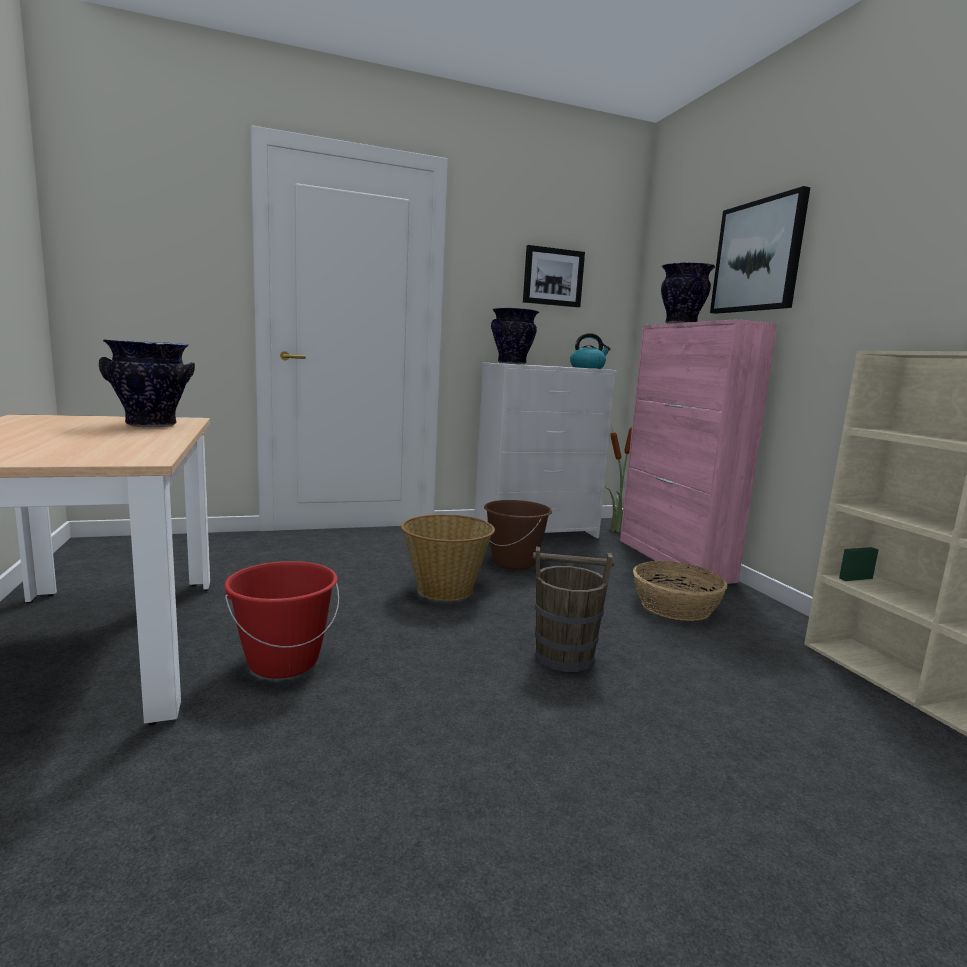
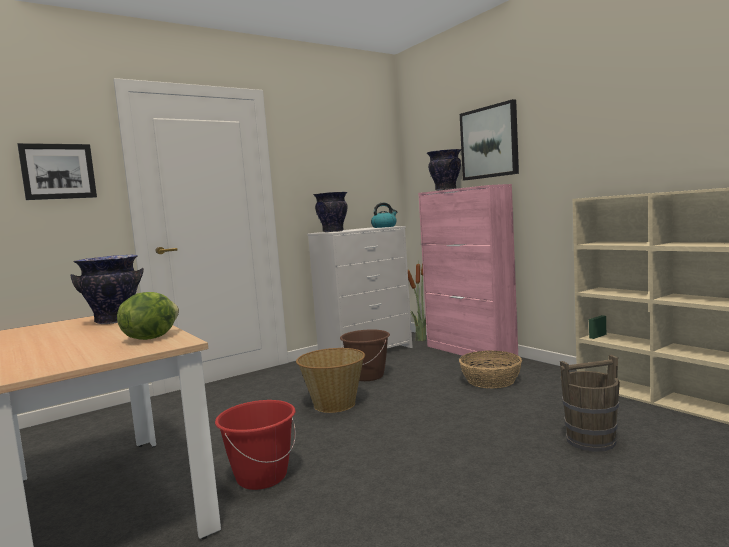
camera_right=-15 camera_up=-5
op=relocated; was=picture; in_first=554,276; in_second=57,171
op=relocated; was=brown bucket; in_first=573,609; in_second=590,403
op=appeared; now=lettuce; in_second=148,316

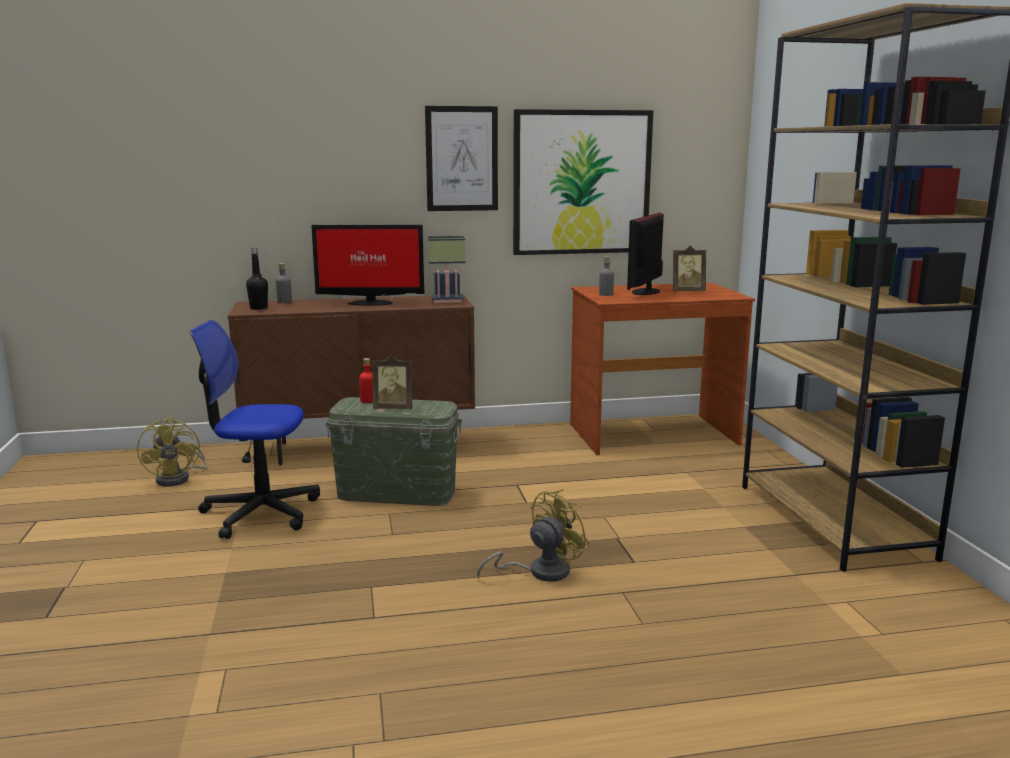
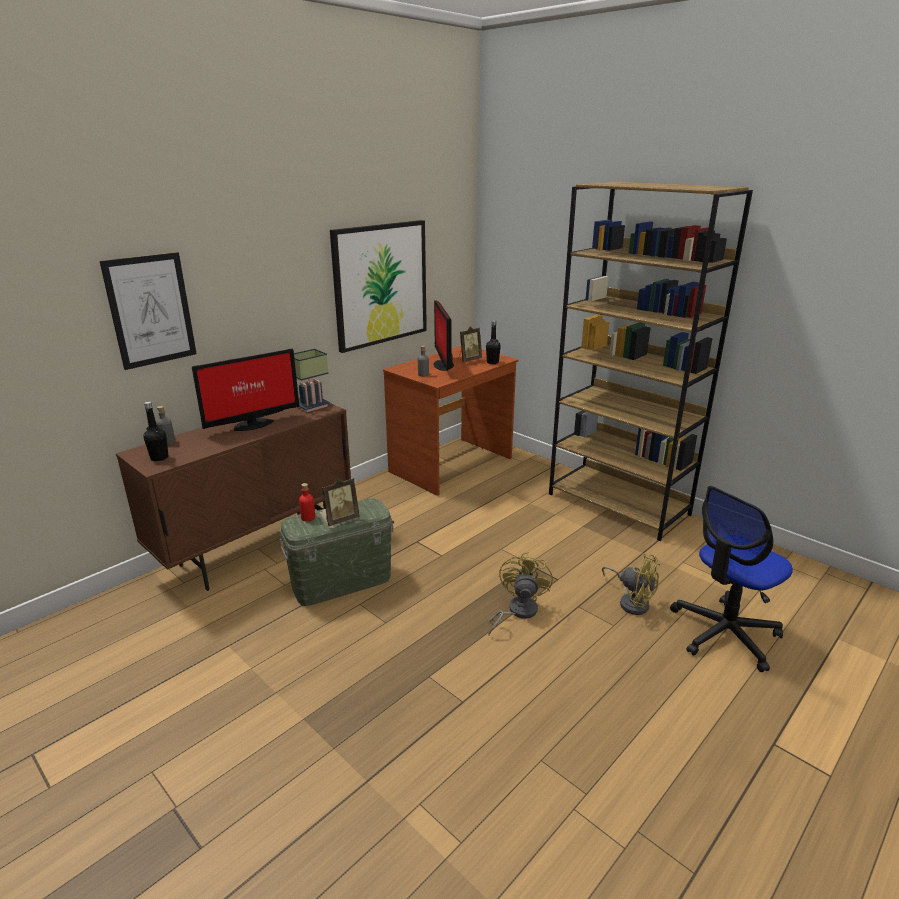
camera_right=-35 camera_up=10
op=relocated; was=yellow fan; in_first=172,452; in_second=631,584
op=relocated; was=office chair; in_first=255,429; in_second=731,579
op=relocated; was=picture; in_first=461,158; in_second=148,311
op=appeared; now=black bottle; in_second=493,342

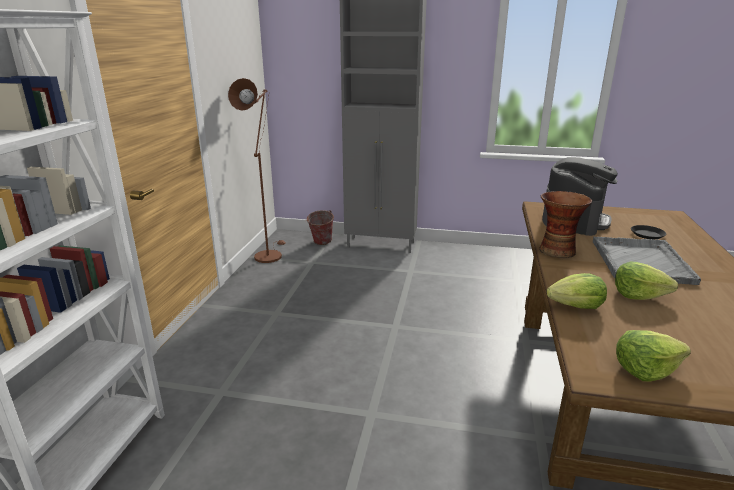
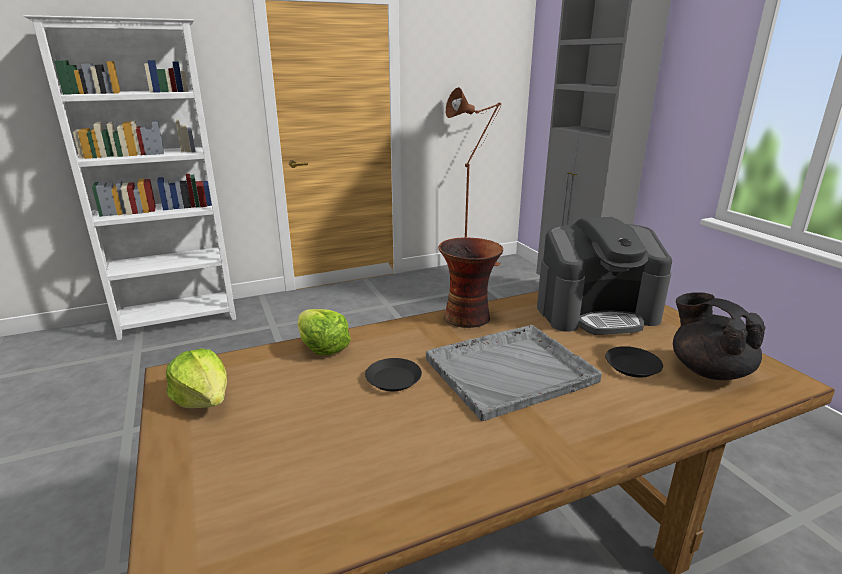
camera_right=55 camera_up=0
op=missing; was=bucket; in_first=319,227
op=exchanged; was=lettuce; now=black plate; in_first=646,280; in_second=393,374
op=appeared; now=black teapot; in_second=719,336

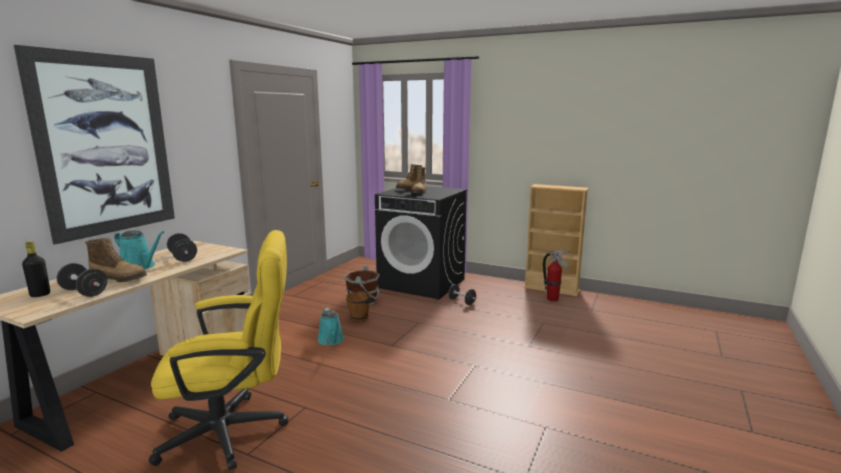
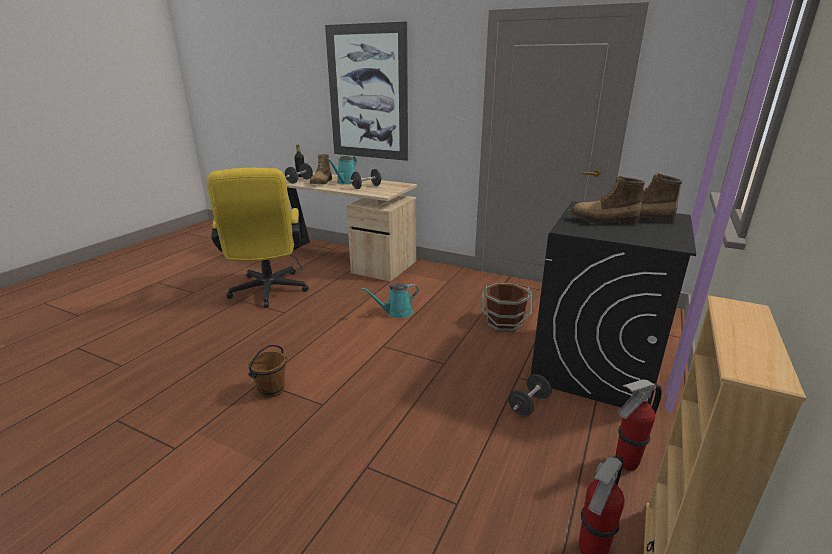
camera_right=90 camera_up=10
op=relocated; was=brown bucket; in_first=358,303; in_second=267,371
op=appeared; now=fire extinguisher; in_second=639,425

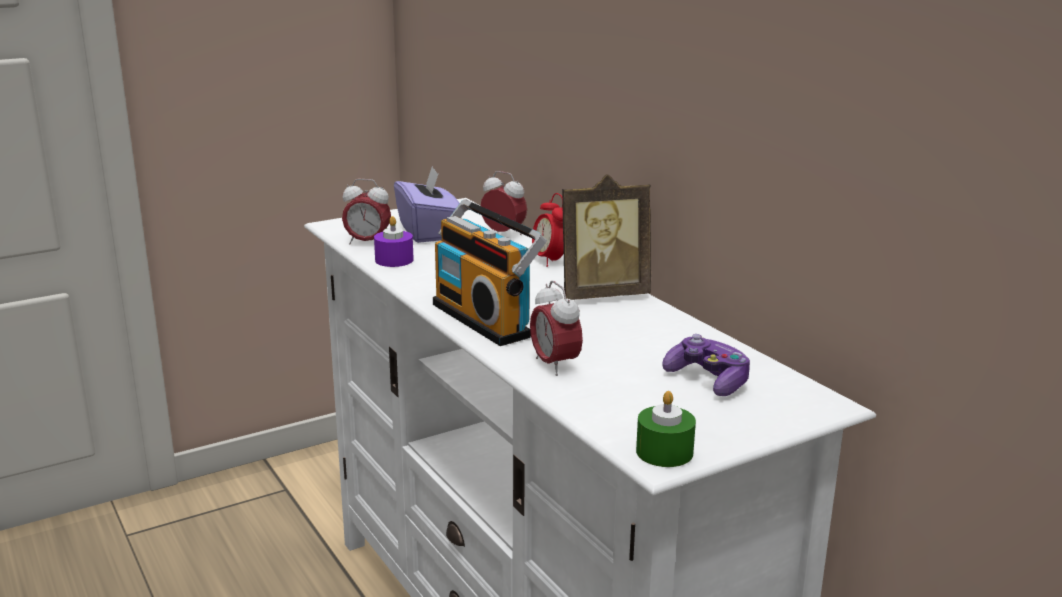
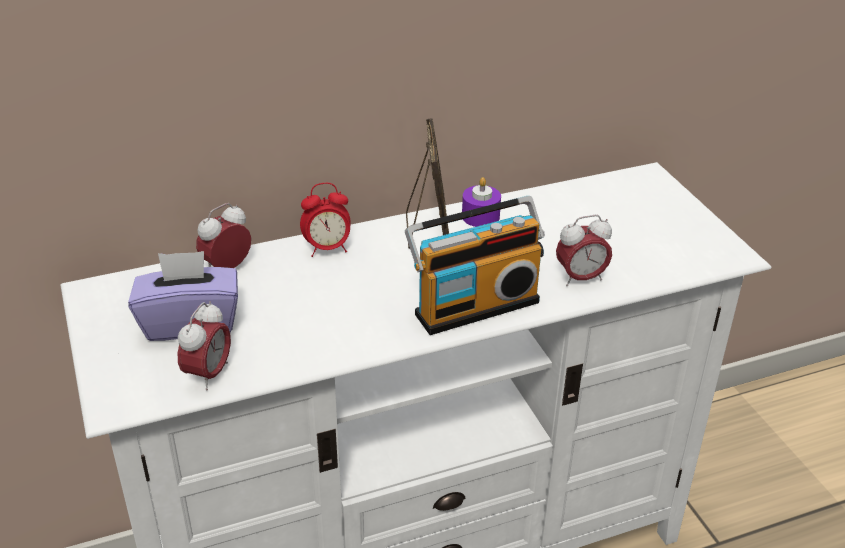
camera_right=-80 camera_up=15
op=relocated; was=purple candle; in_first=394,241; in_second=481,202
op=missing; was=green candle; in_first=666,429
op=missing; was=game controller; in_first=706,365

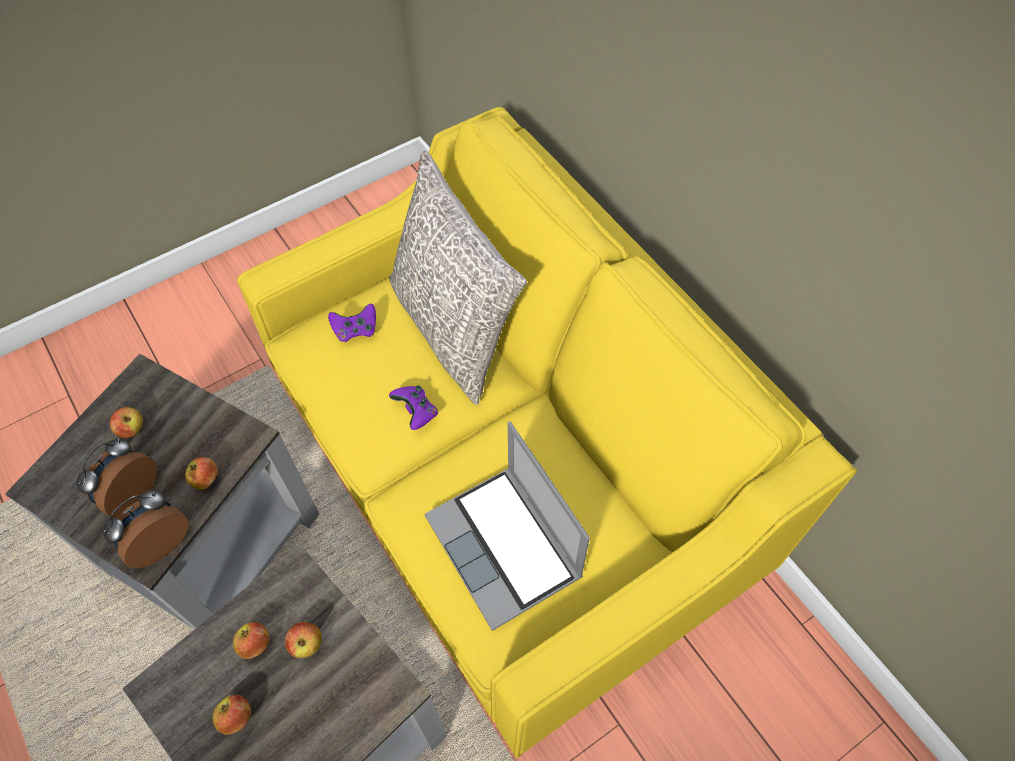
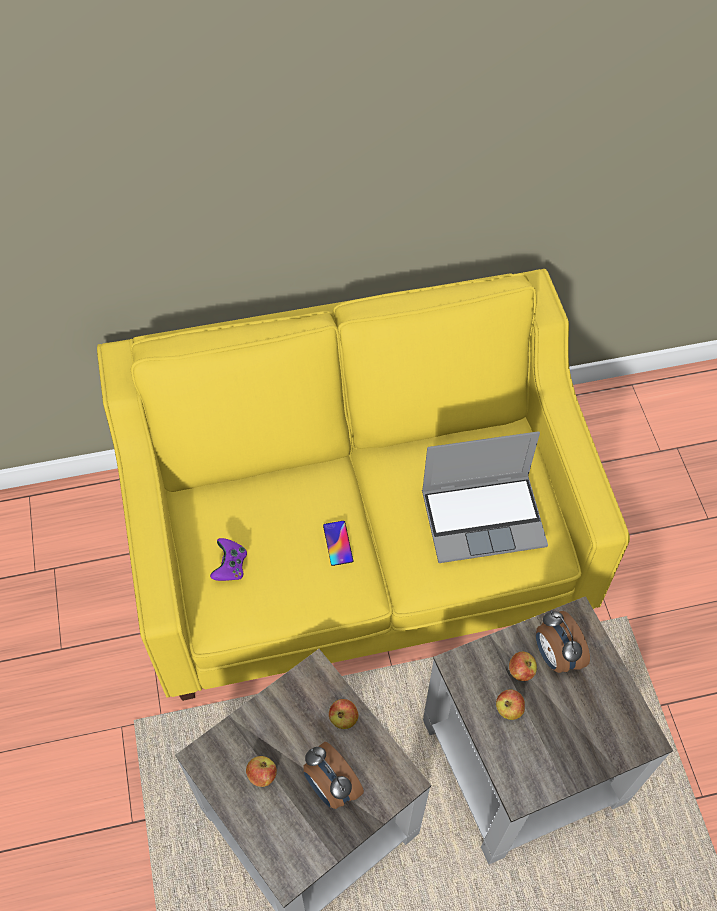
camera_right=-70 camera_up=0
op=relocated; was=alarm clock; in_first=145,529; in_second=563,642
op=missing; was=apple; in_first=231,715
op=missing; was=grey pillow; in_first=458,278
op=exchanged; was=purple game controller; now=phone; in_first=413,407; in_second=338,543

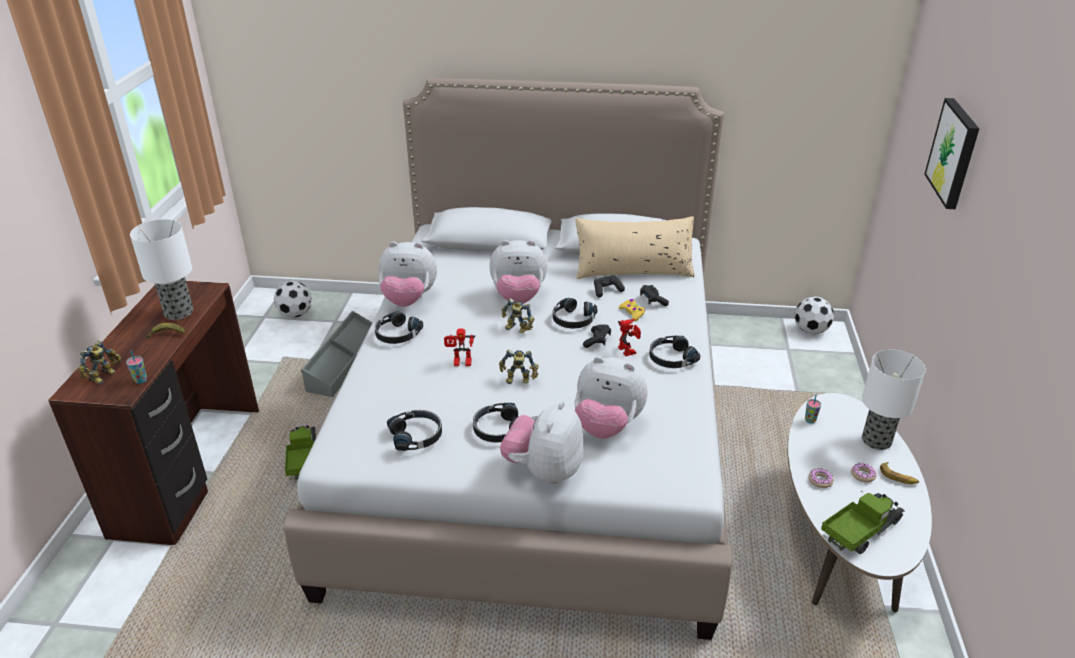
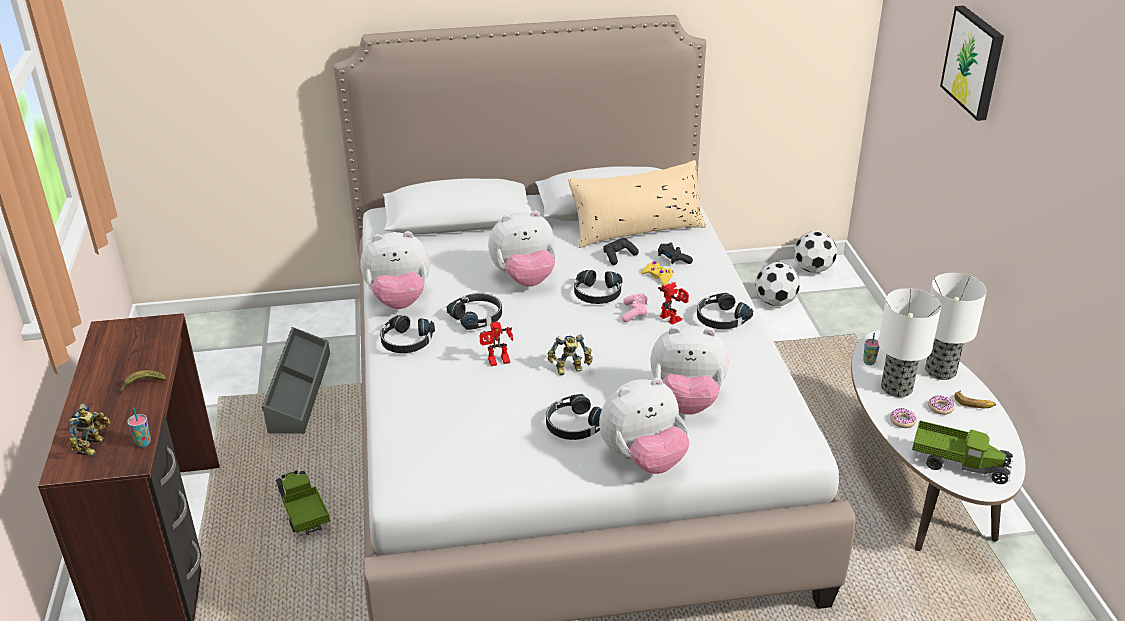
camera_right=-15 camera_up=0
op=relocated; was=table lamp; in_first=161,269; in_second=909,342
op=relocated; was=football; in_first=293,299; in_second=777,284
op=relocated; was=black headphones; in_first=414,430; in_second=474,311
op=spun; was=plush toy; in_first=541,442; in_second=644,426; clockwise=-120
op=missing; was=toy robot; in_first=518,315
op=colour; was=black game controller; now=pink game controller; in_first=597,336; in_second=635,308
op=spun; was=toy truck; in_first=863,522; in_second=962,452; clockwise=75

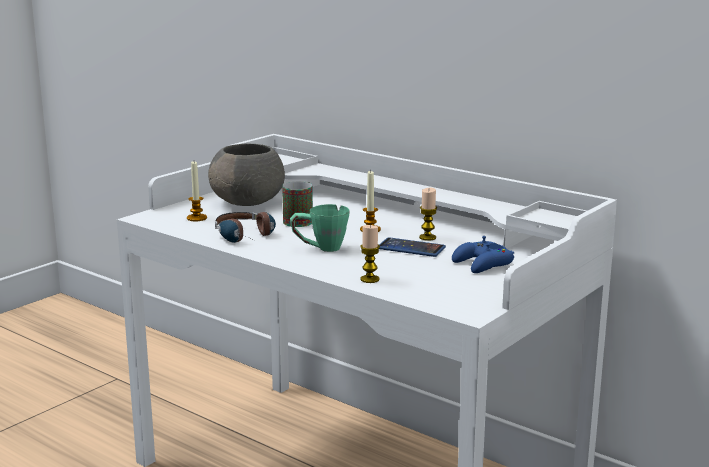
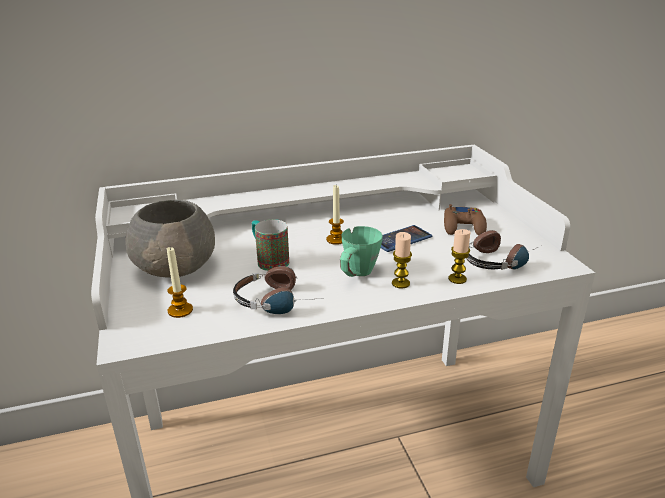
camera_right=-55 camera_up=10
op=relocated; was=candle; in_first=428,214; in_second=402,260
op=colour; was=blue game controller; now=brown game controller; in_first=483,254; in_second=465,220
op=appeared; now=headphones; in_second=502,250

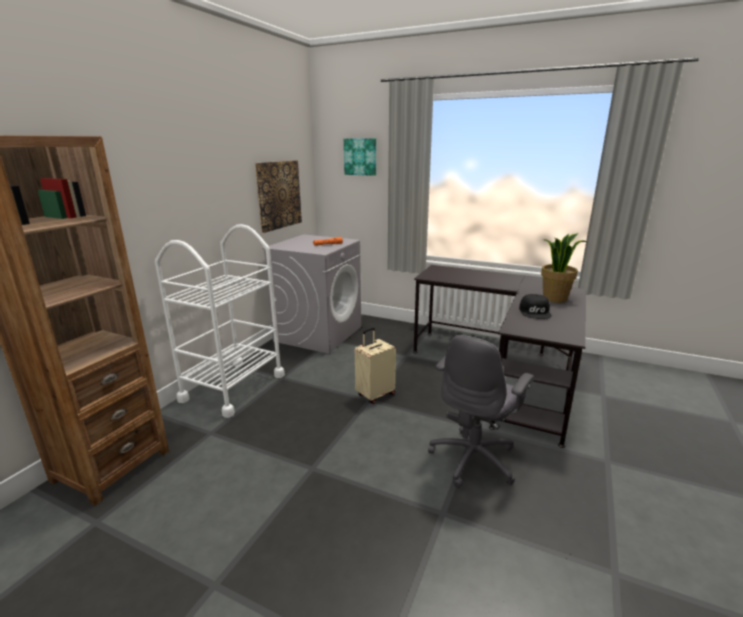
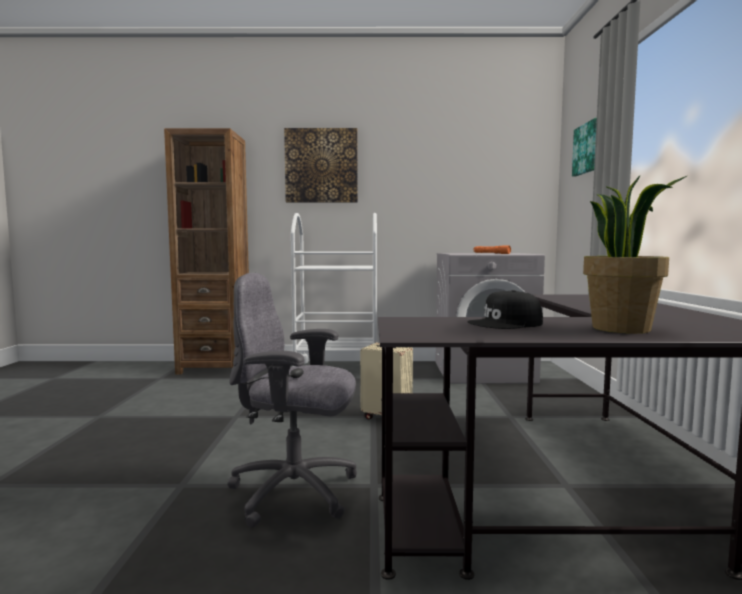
camera_right=65 camera_up=-15
op=relocated; was=picture; in_first=278,196; in_second=321,165

